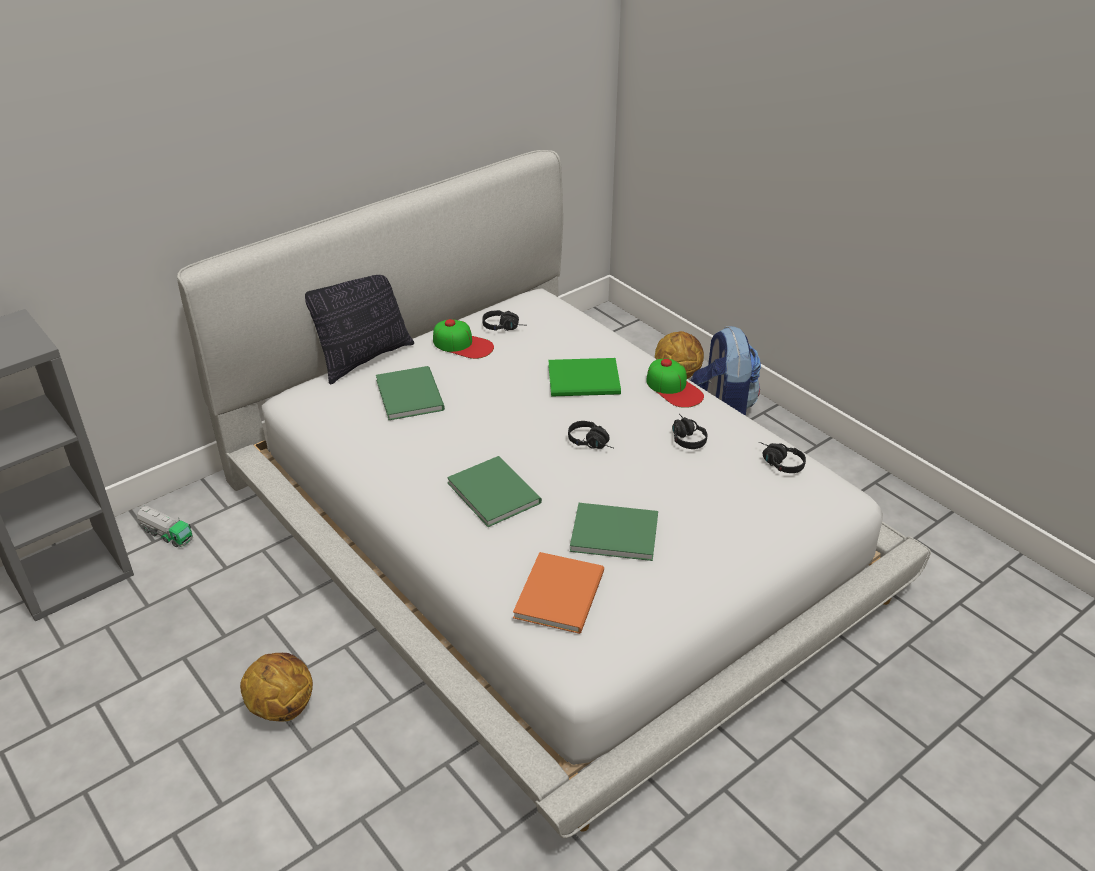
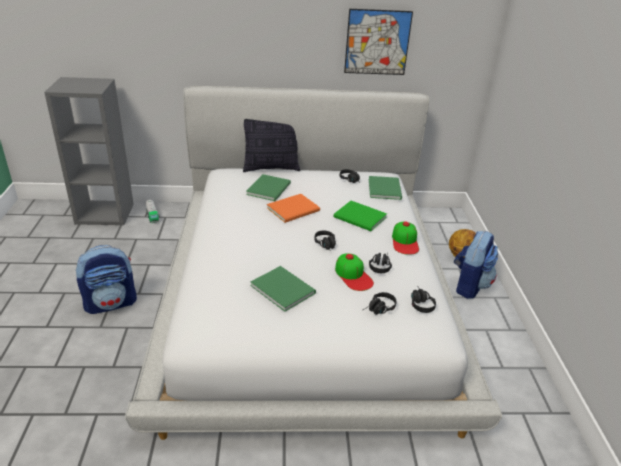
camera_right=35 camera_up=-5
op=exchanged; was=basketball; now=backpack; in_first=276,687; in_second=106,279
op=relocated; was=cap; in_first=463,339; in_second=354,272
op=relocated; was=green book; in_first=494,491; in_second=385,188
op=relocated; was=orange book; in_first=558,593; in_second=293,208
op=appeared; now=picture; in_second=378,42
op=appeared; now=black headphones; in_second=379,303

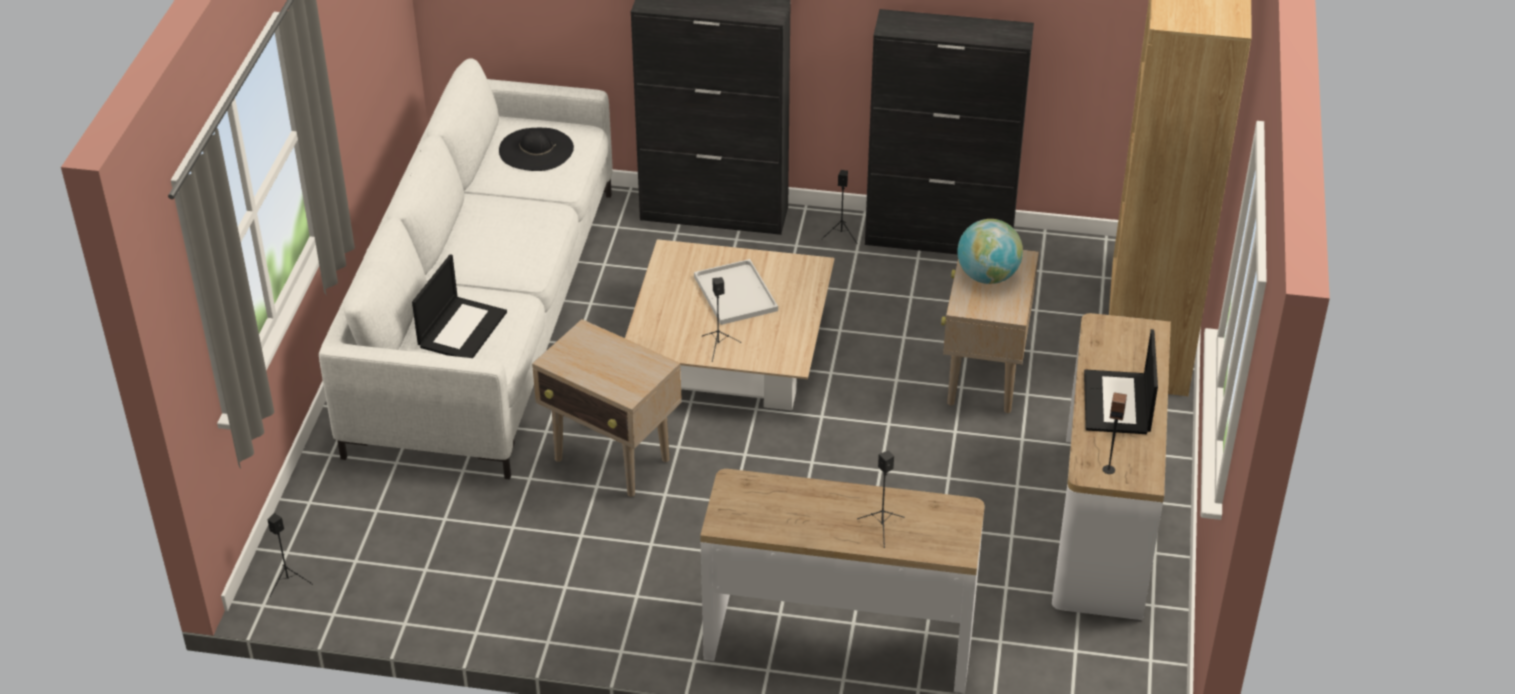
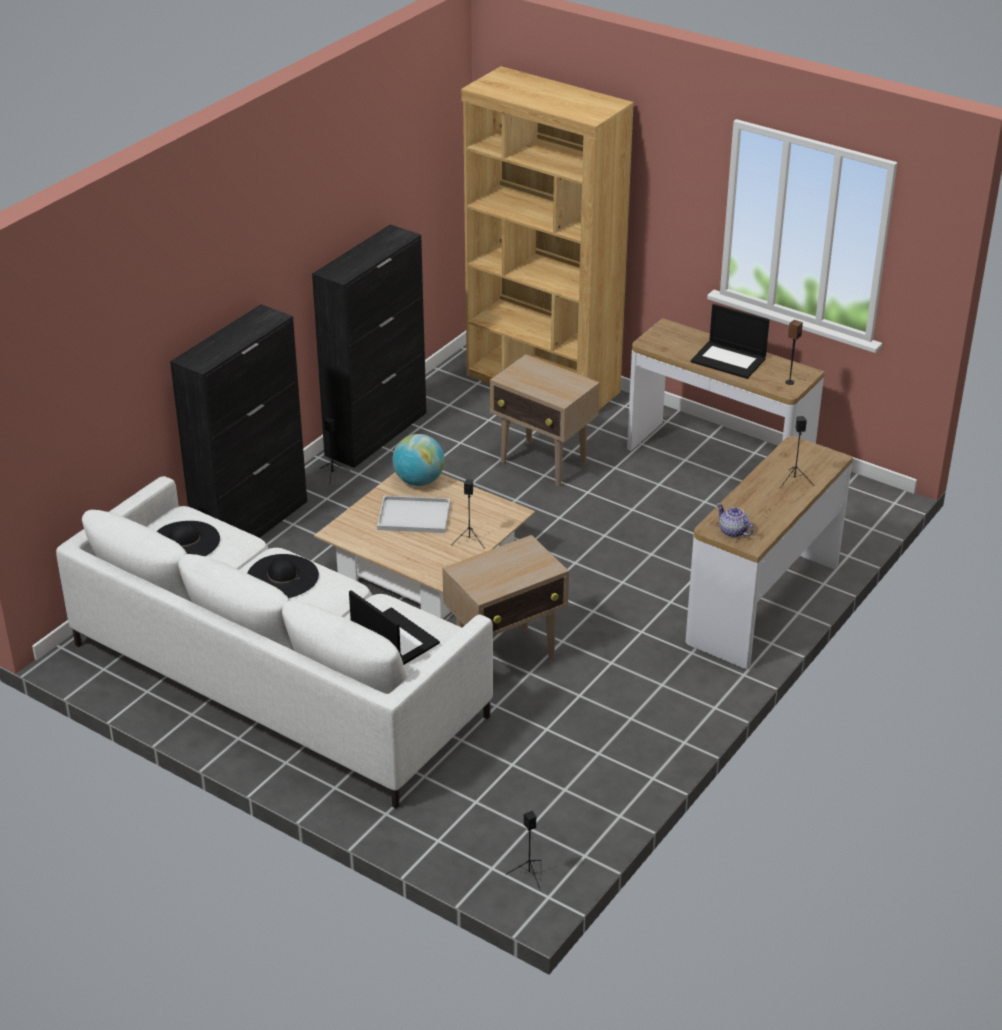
camera_right=-65 camera_up=-5
op=relocated; was=globe; in_first=990,251; in_second=418,460
op=appeared; now=black hat; in_second=283,576
op=appeared; now=teapot; in_second=735,520

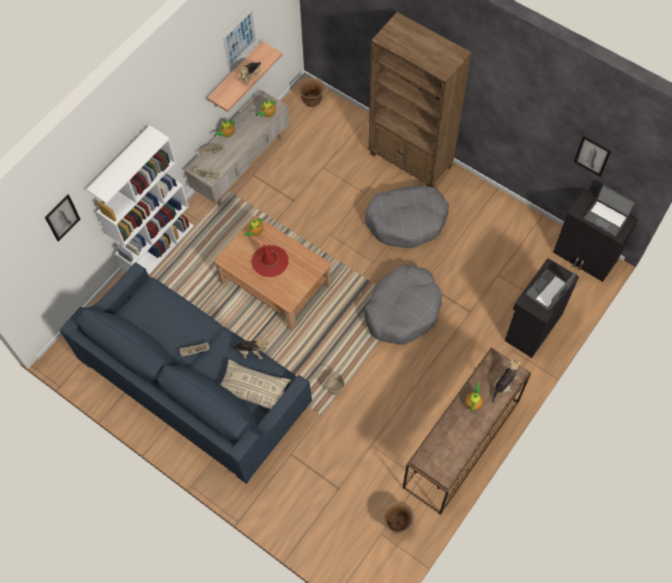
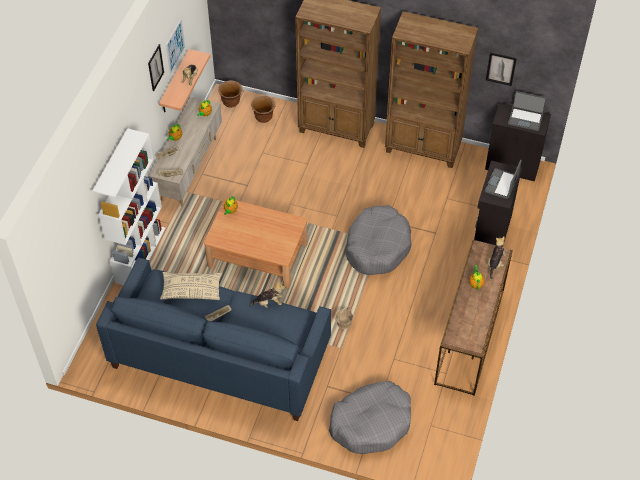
camera_right=-20 camera_up=-10
op=relocated; was=picture; in_first=62,218; in_second=156,67
op=relocated; was=beige pillow; in_first=255,385; in_second=191,286
op=missing; was=red hat; in_first=269,260
op=relocated; was=grey dog bed; in_first=407,217; in_second=370,417
op=relocated; was=brown planter; in_first=398,517; in_second=263,109
op=appeared; now=brown bookcase; in_second=431,89

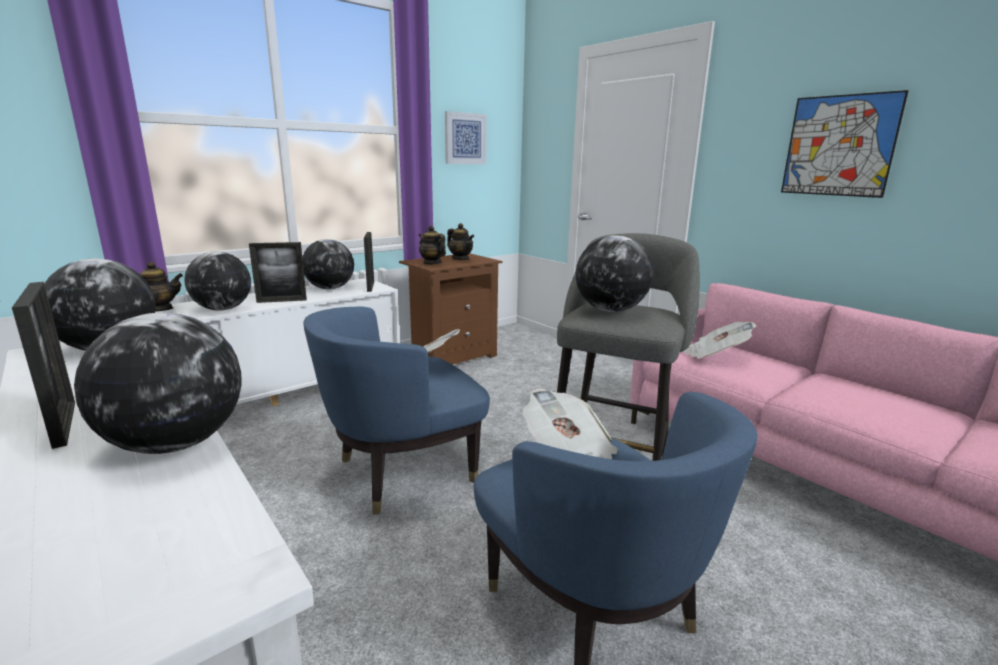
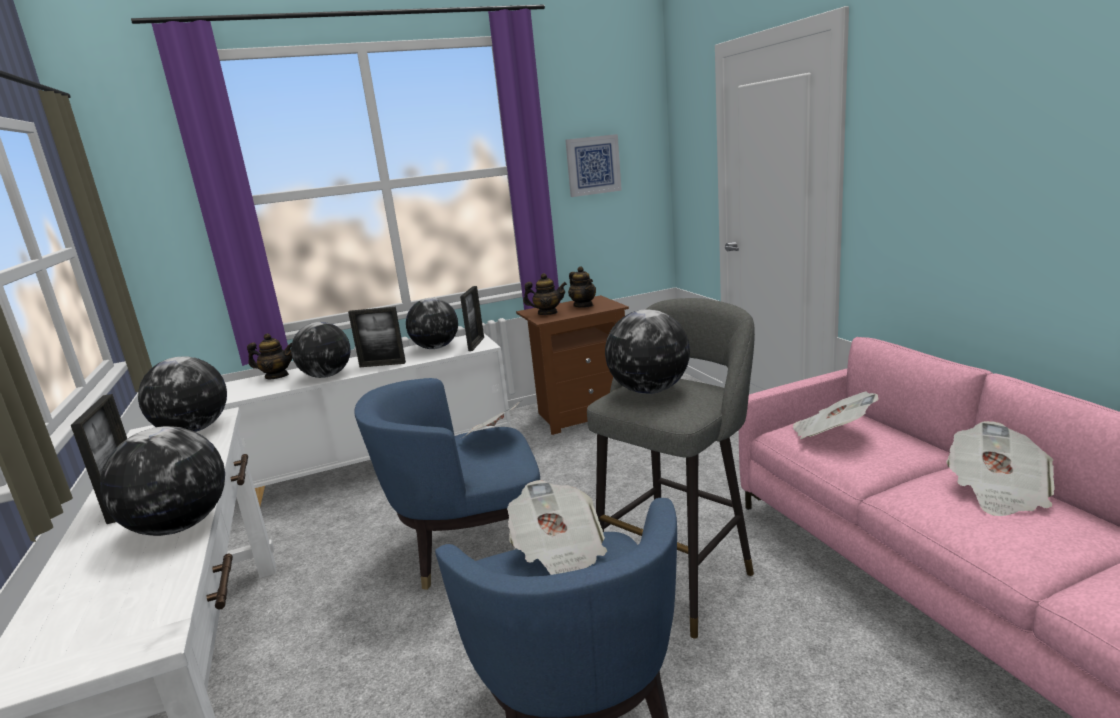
camera_right=20 camera_up=0
op=spun; was=teapot; in_first=432,245; in_second=545,294; clockwise=120
op=missing; was=picture; in_first=845,144
op=appeared; now=newspaper; in_second=1001,468

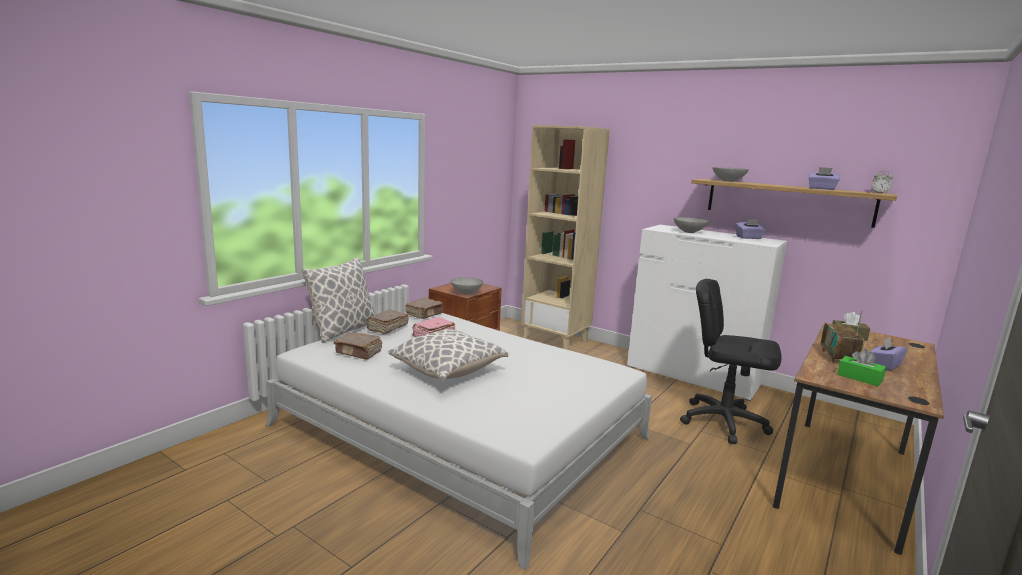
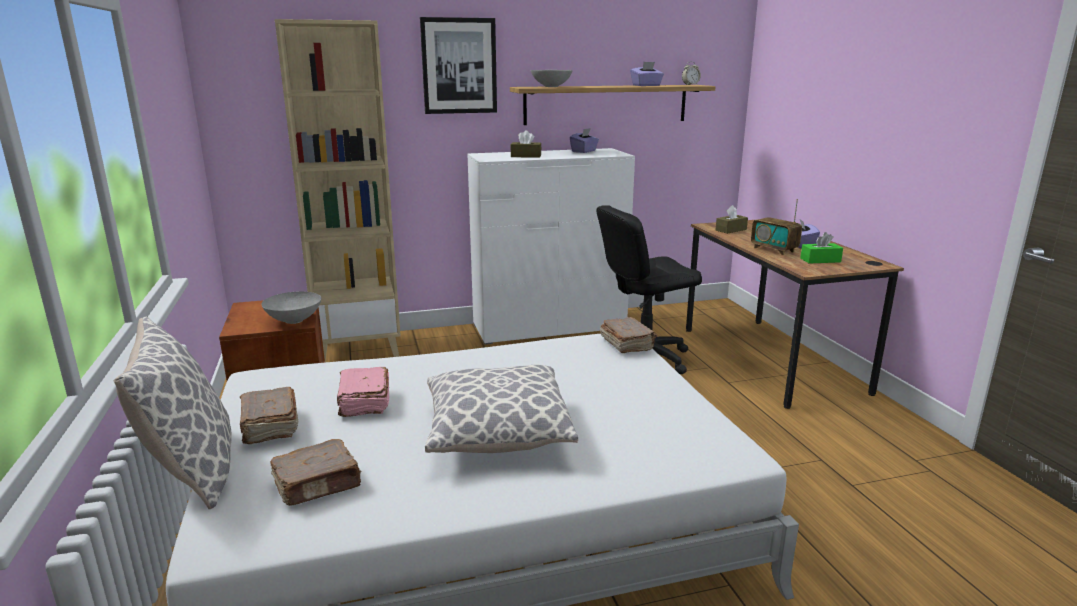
camera_right=-50 camera_up=5
op=relocated; was=brown book; in_first=424,308; in_second=628,335
op=exchanged; was=grey bowl; now=brown tissue box; in_first=691,225; in_second=525,144
op=appeared; now=picture; in_second=458,65

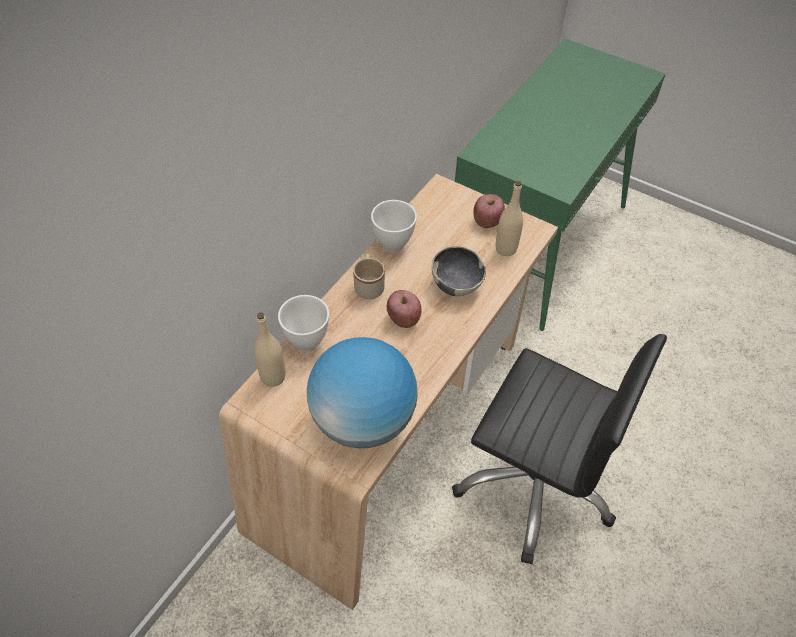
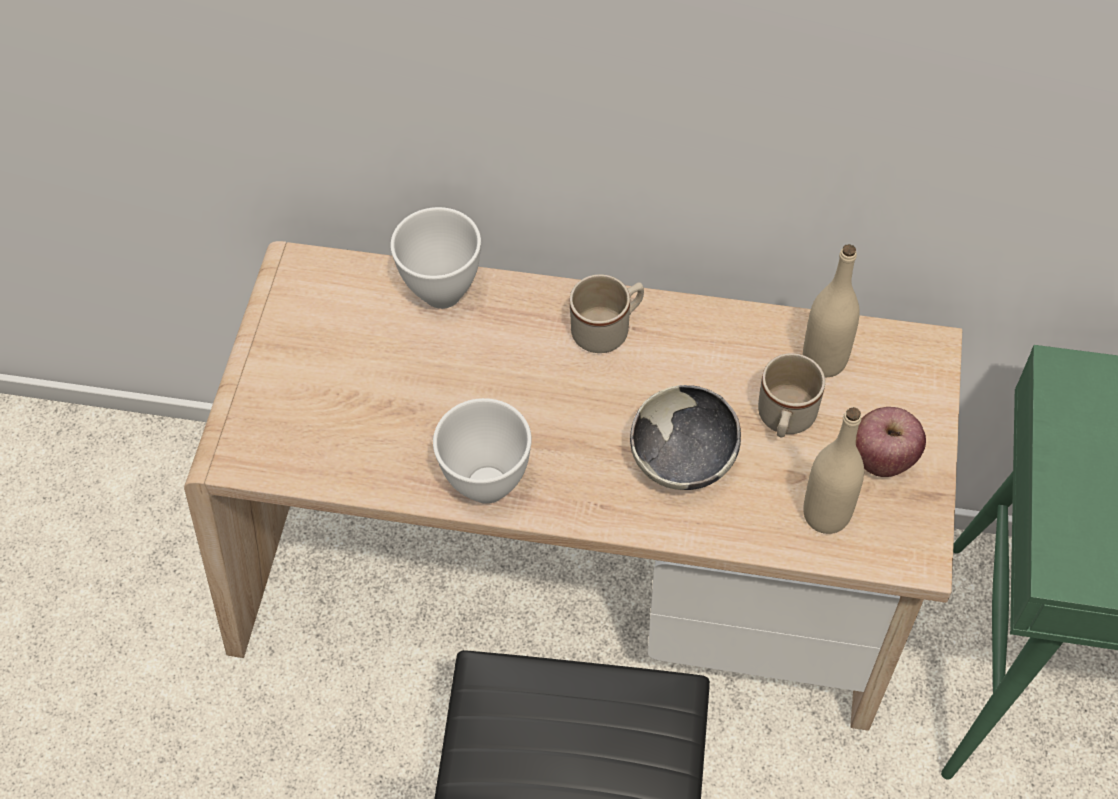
camera_right=70 camera_up=5
op=relocated; was=beige bottle; in_first=270,350; in_second=831,310
op=missing; was=globe; in_first=362,392
op=relocated; was=white bowl; in_first=394,226; in_second=482,451
op=missing; was=apple; in_first=404,309
op=appeared; now=beige mug; in_second=791,395

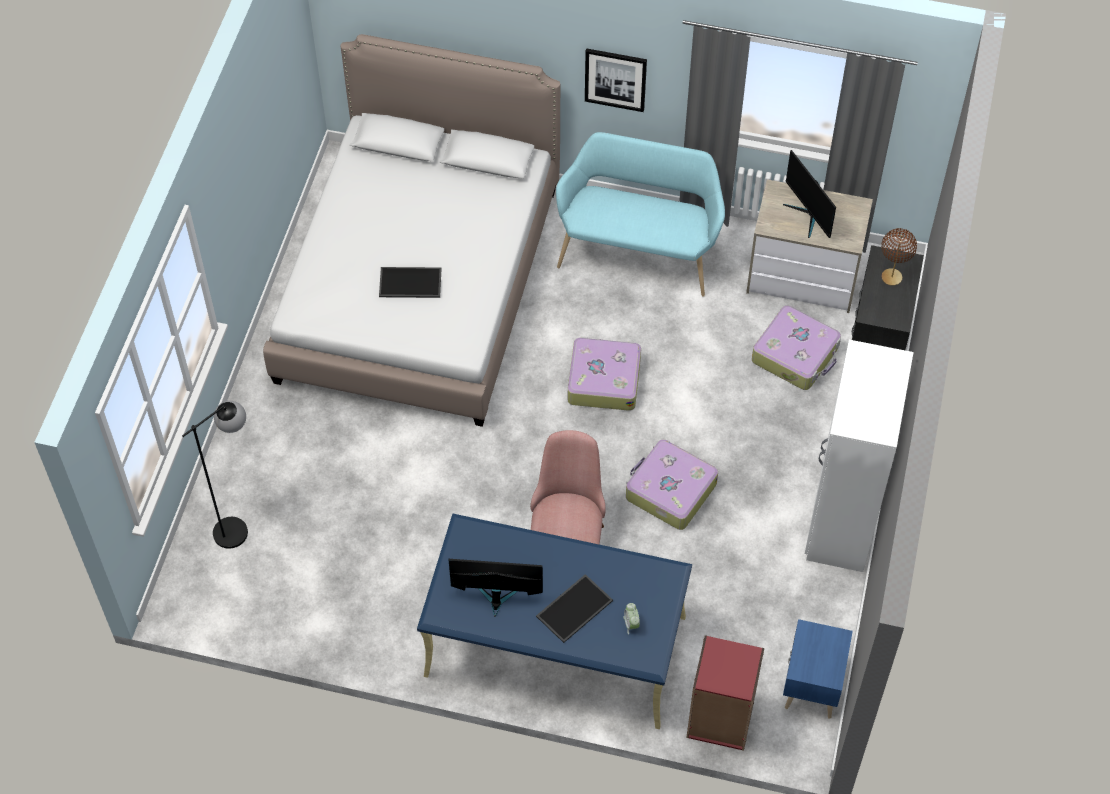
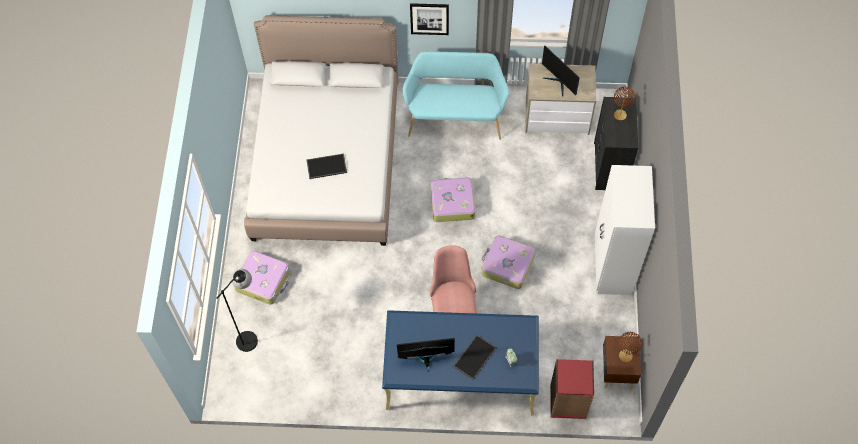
camera_right=-10 camera_up=5
op=relocated; was=suitcase; in_first=796,347; in_second=262,277
op=colour; was=blue nightstand; now=brown nightstand; in_first=818,669; in_second=622,362
op=appeared; now=brown table lamp; in_second=630,347

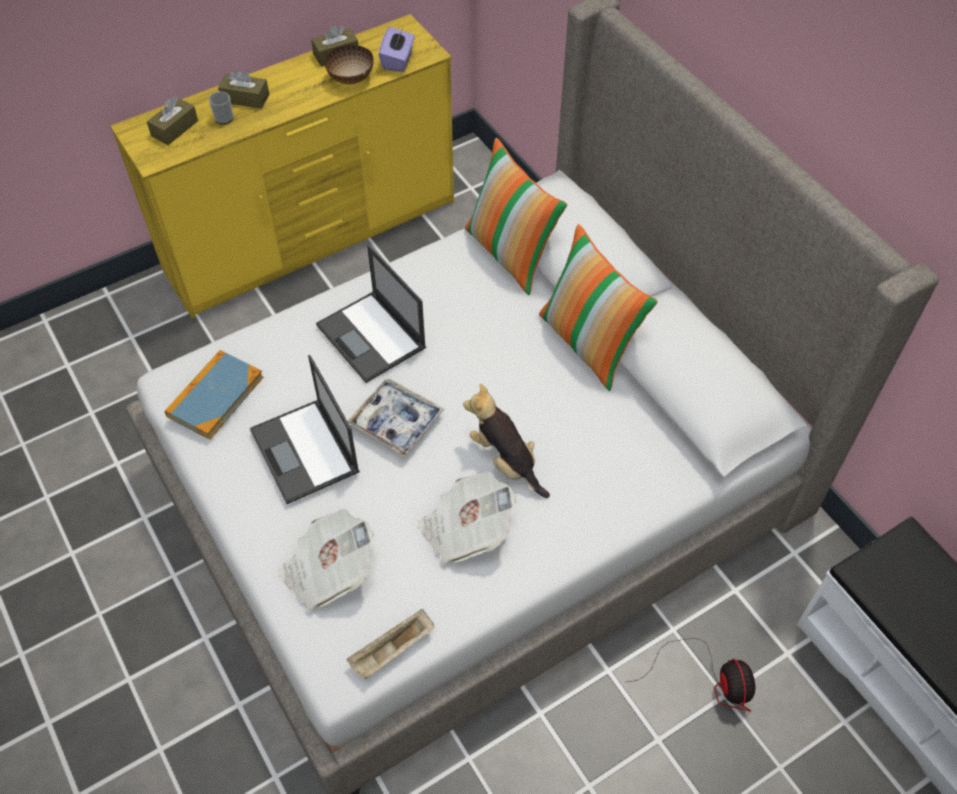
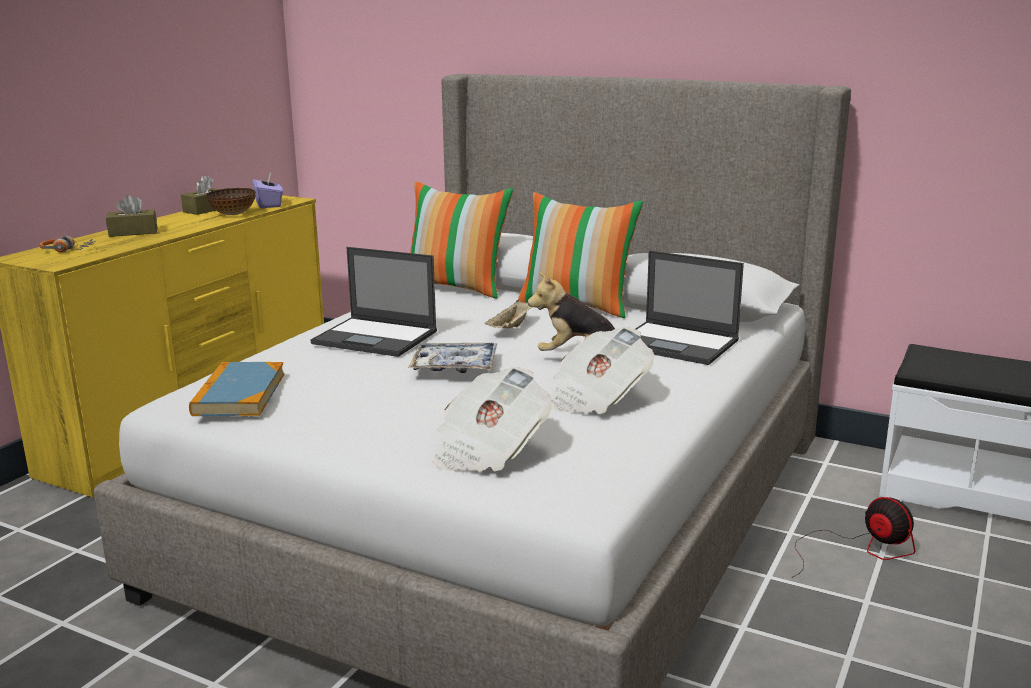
camera_right=-30 camera_up=-35
op=exchanged; was=brown tissue box; now=headphones; in_first=172,121; in_second=68,244
op=missing; was=mug; in_first=221,107
op=relocated; was=laptop; in_first=305,429; in_second=689,307
op=relocated; was=beige tray; in_first=390,644; in_second=508,314

